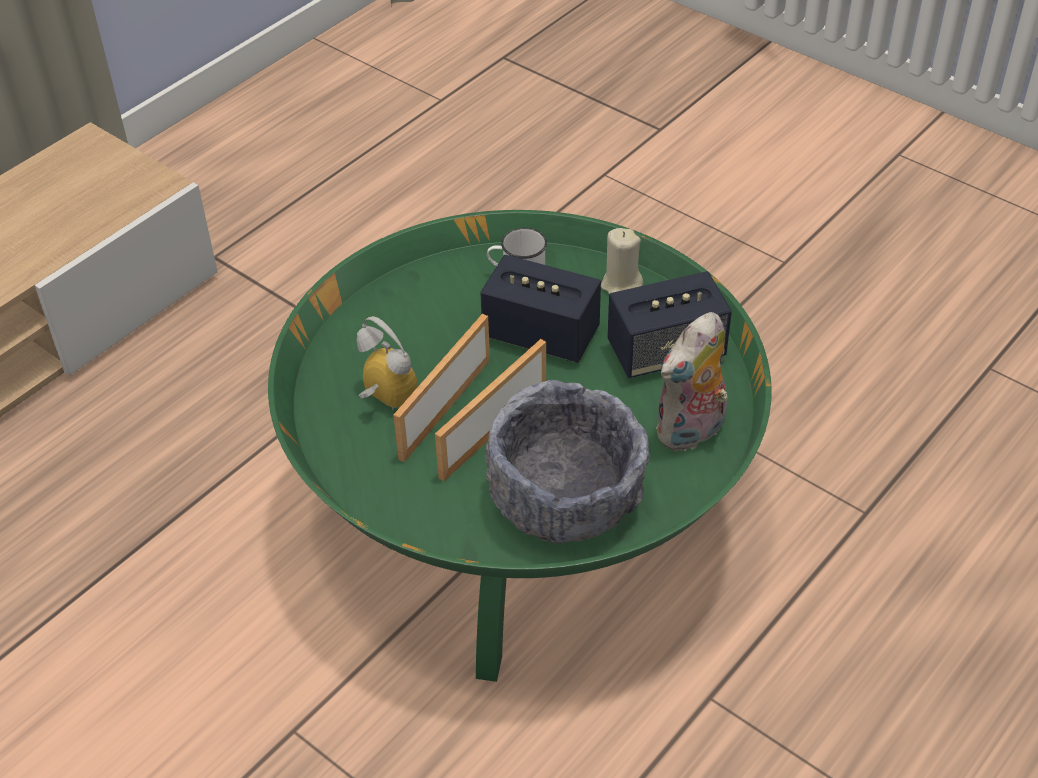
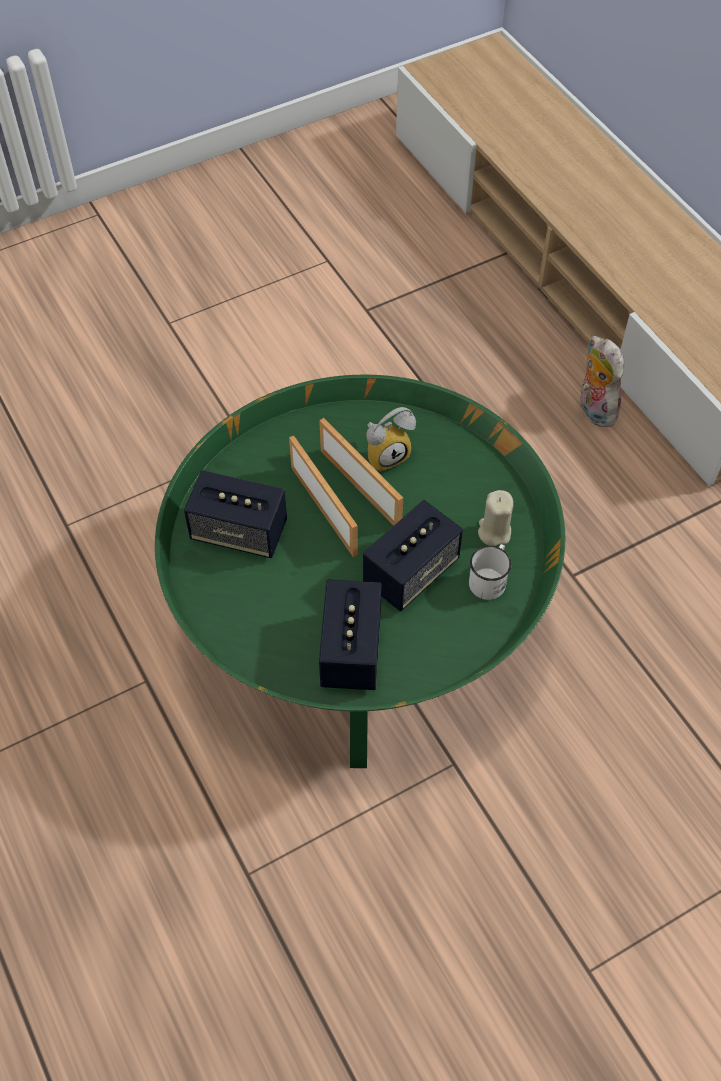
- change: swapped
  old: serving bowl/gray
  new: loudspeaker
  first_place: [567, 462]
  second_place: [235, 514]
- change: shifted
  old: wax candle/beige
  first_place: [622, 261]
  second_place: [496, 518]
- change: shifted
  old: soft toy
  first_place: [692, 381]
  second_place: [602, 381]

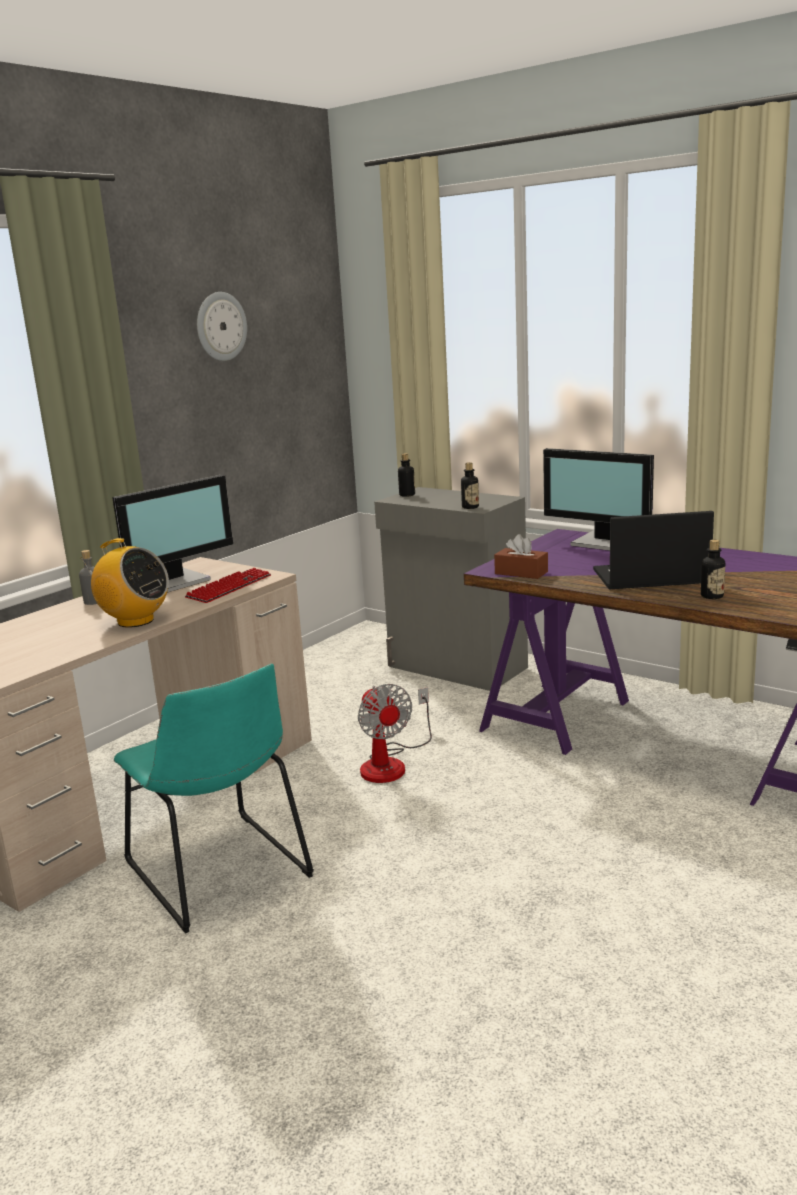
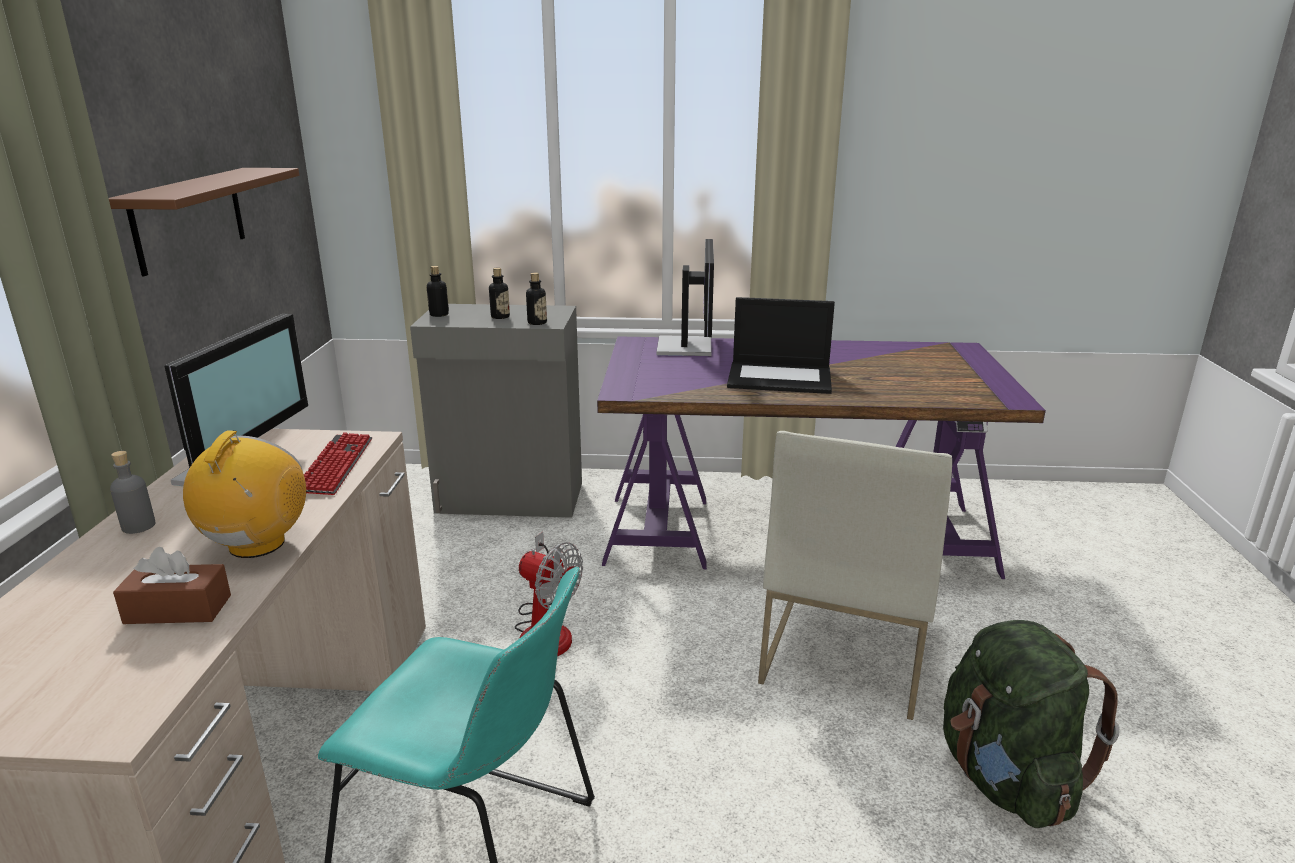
- change: new
  new: bracket shelf/brown
  second_place: [204, 222]
- change: shifted
  old: tissue holder/brown
  first_place: [521, 556]
  second_place: [172, 585]
- change: rotated
  old: radio receiver
  first_place: [125, 583]
  second_place: [244, 494]
  degrees: -75
- change: shifted
  old: bottle
  first_place: [713, 569]
  second_place: [499, 293]
- change: rotated
  old: computer screen
  first_place: [598, 499]
  second_place: [685, 297]
  degrees: -90
- change: rotated
  old: laptop
  first_place: [653, 550]
  second_place: [781, 345]
  degrees: -135
- change: new
  new: chair/whitish
  second_place: [855, 575]
- change: new
  new: rucksack/green-coloured
  second_place: [1031, 724]
- change: gone
  old: wall clock
  first_place: [222, 326]

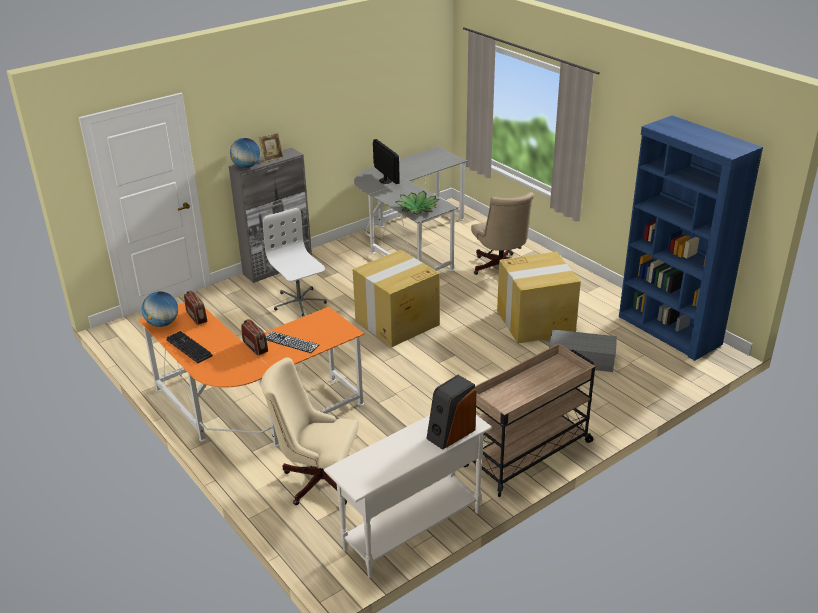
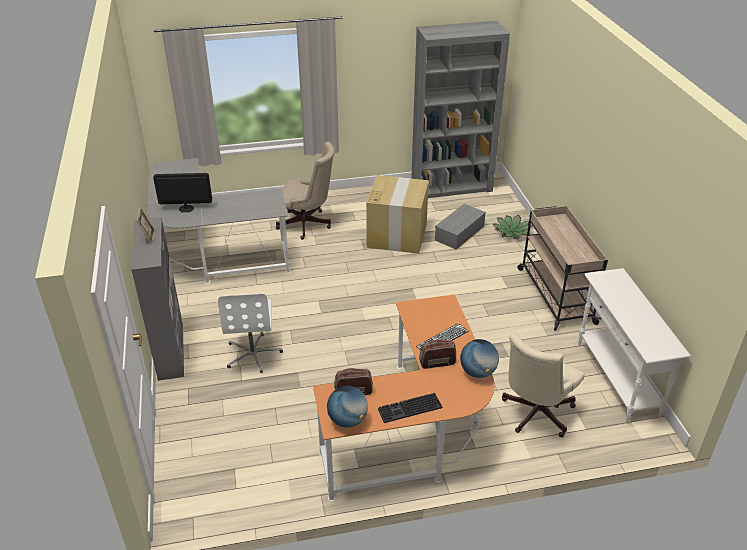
- change: rotated
  old: desk chair/whitish
  first_place: [295, 262]
  second_place: [250, 333]
  degrees: -90
- change: repainted
  old: shelving unit/blue-coloured
  new: shelving unit/gray
  first_place: [691, 238]
  second_place: [460, 109]
- change: shifted
  old: desk globe
  first_place: [245, 153]
  second_place: [479, 358]
- change: shifted
  old: potted plant
  first_place: [417, 202]
  second_place: [513, 227]
- change: gone
  old: cardboard box
  first_place: [396, 298]
- change: gone
  old: loudspeaker
  first_place: [451, 412]

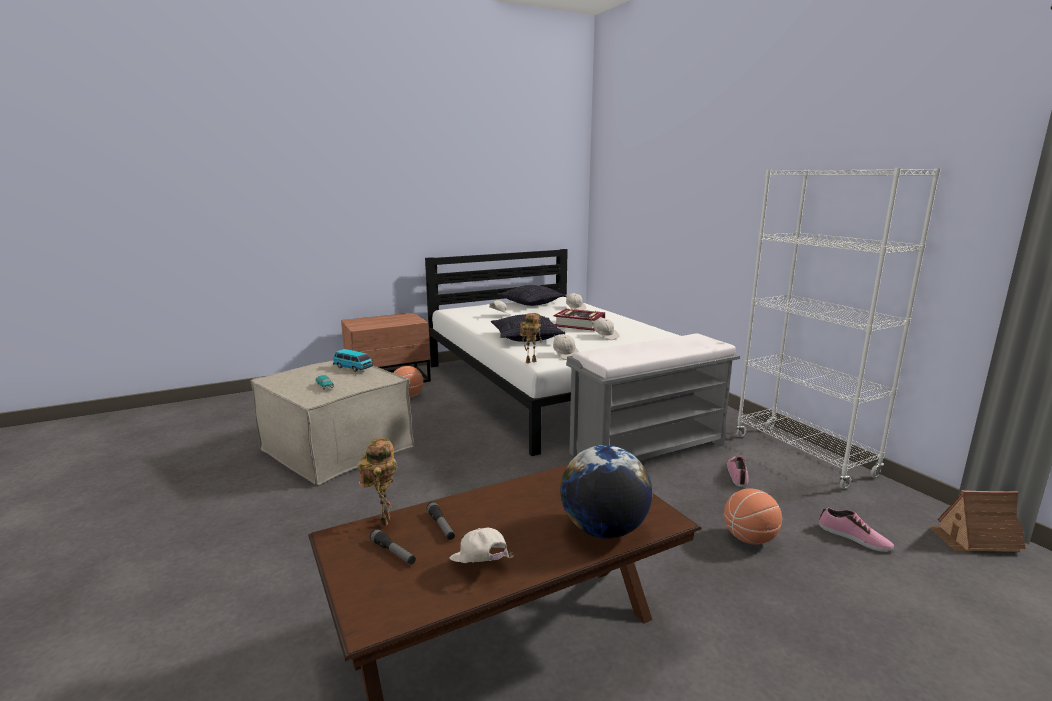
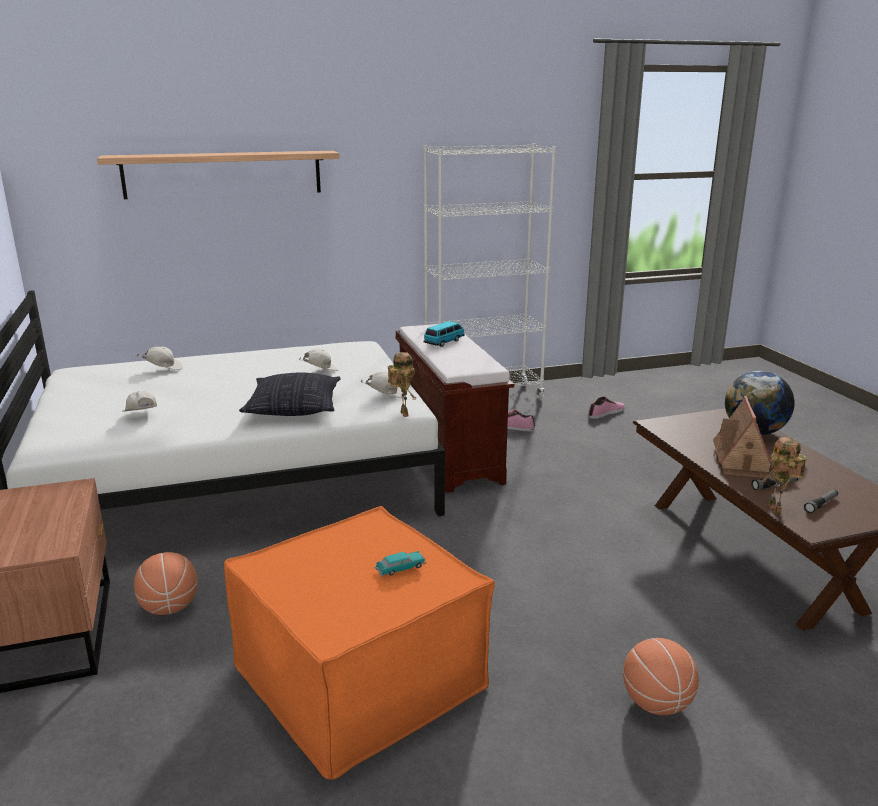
- change: new
  new: bracket shelf
  second_place: [218, 175]
- change: repainted
  old: footrest/beige
  new: footrest/orange
  first_place: [332, 422]
  second_place: [359, 642]
- change: repainted
  old: long seat/gray
  new: long seat/brown
  first_place: [653, 397]
  second_place: [455, 408]
- change: shifted
  old: model car
  first_place: [353, 360]
  second_place: [444, 334]
- change: shifted
  old: ball for basketball
  first_place: [753, 516]
  second_place: [661, 676]
- change: shifted
  old: model house
  first_place: [977, 521]
  second_place: [742, 437]
- change: rotated
  old: toy robot
  first_place: [377, 482]
  second_place: [784, 475]
  degrees: -105
- change: gone
  old: baseball cap/whitish
  first_place: [481, 545]
- change: gone
  old: cushion
  first_place: [531, 295]
- change: gone
  old: book
  first_place: [579, 320]

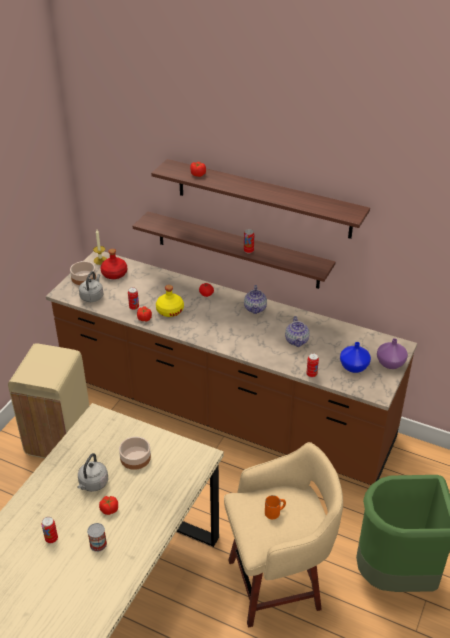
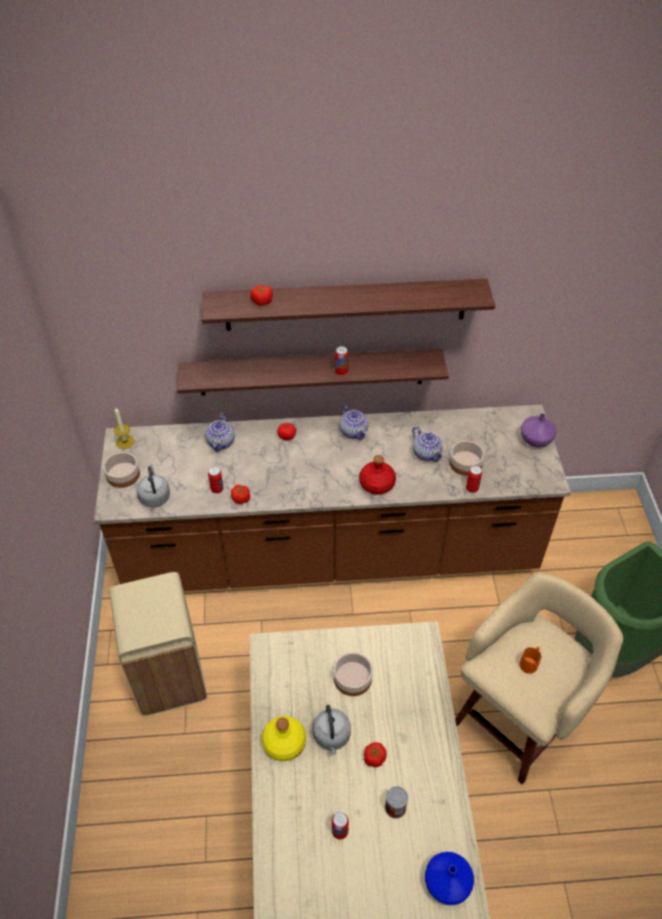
- change: new
  new: tea pot
  second_place: [220, 432]
- change: shifted
  old: bottle/yellow-coloured
  first_place: [170, 301]
  second_place: [284, 738]
- change: shifted
  old: bottle/red
  first_place: [114, 264]
  second_place: [377, 475]
- change: shifted
  old: flower vase/blue-coloured
  first_place: [355, 357]
  second_place: [449, 878]
- change: new
  new: serving bowl
  second_place: [466, 458]

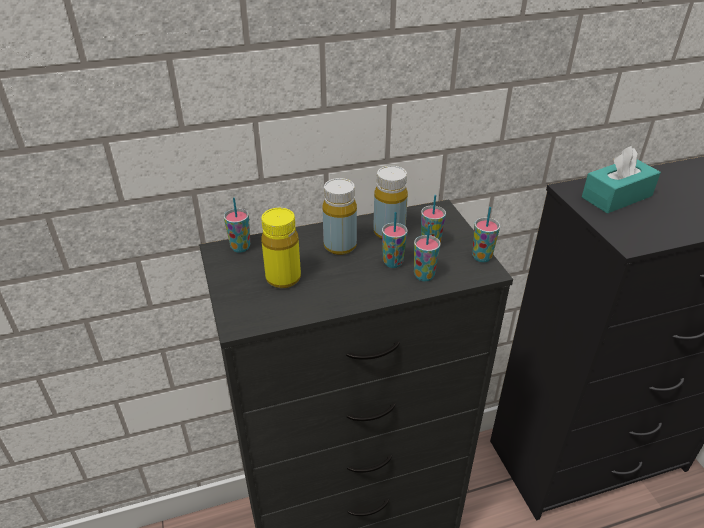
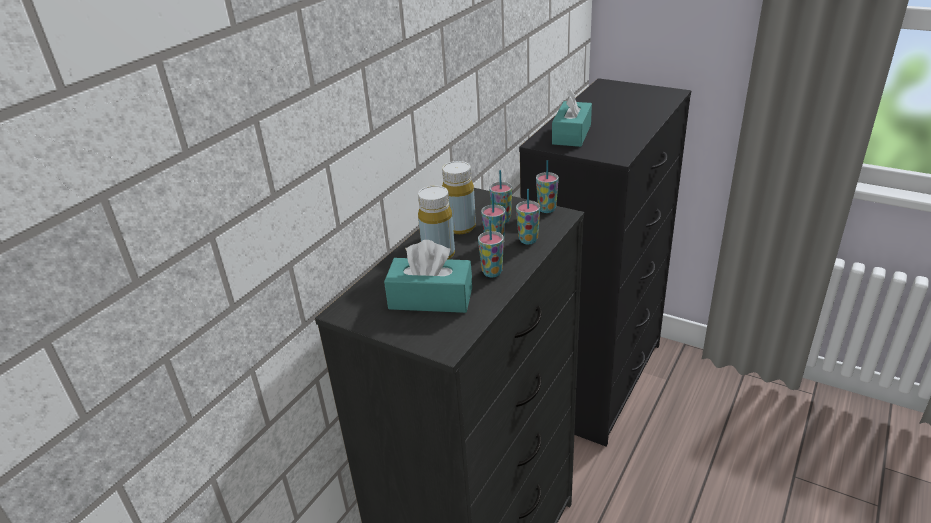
- change: swapped
  old: bottle/yellow-coloured
  new: tissue holder/blue-green
  first_place: [281, 248]
  second_place: [428, 276]
- change: shifted
  old: cup
  first_place: [237, 225]
  second_place: [491, 248]

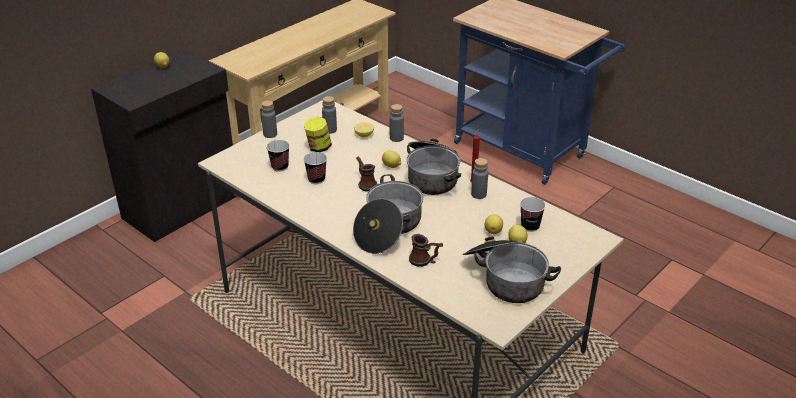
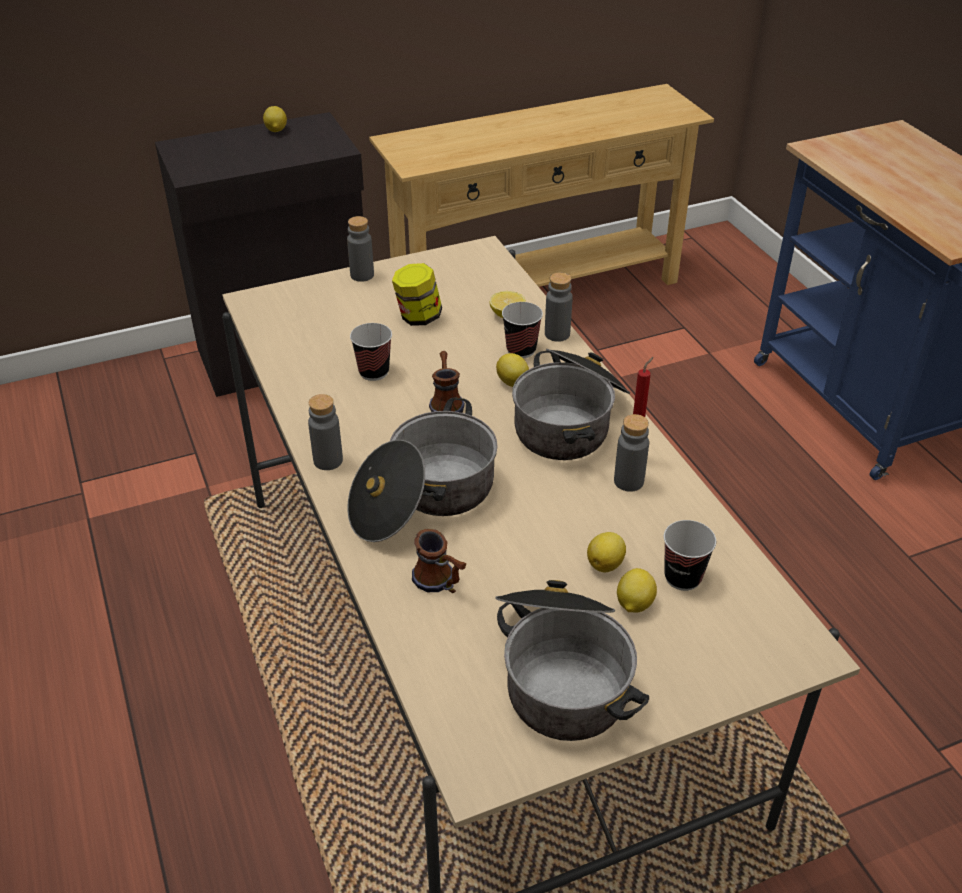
- change: shifted
  old: bottle/gray
  first_place: [329, 115]
  second_place: [325, 432]
- change: shifted
  old: cup
  first_place: [278, 156]
  second_place: [522, 330]

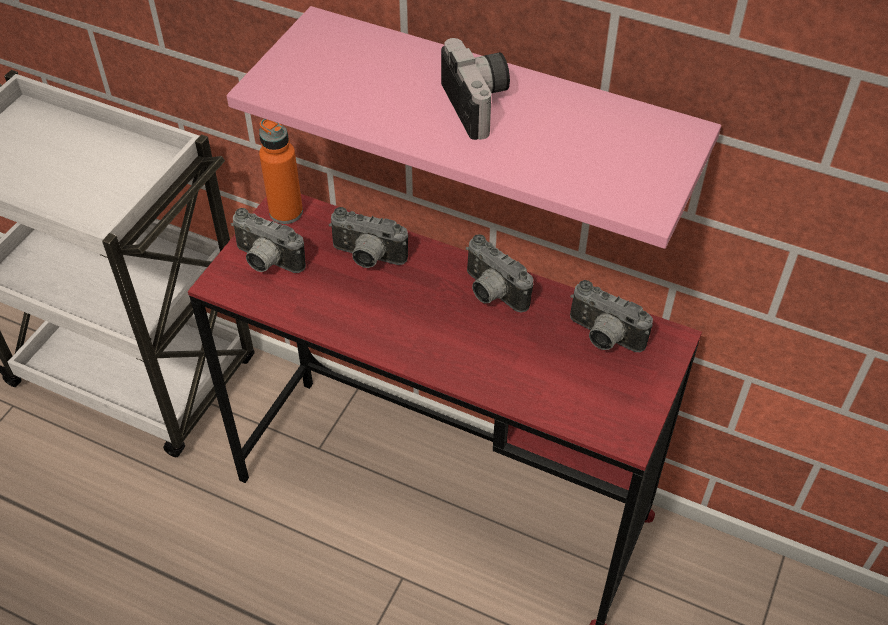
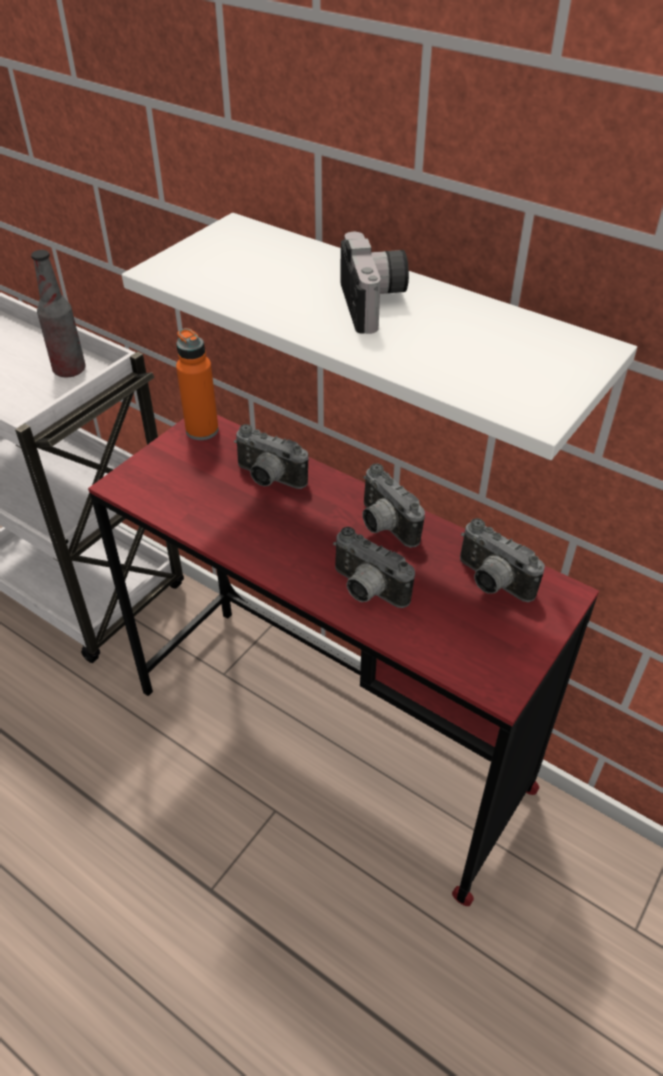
- change: new
  new: bottle
  second_place: [58, 313]
- change: repainted
  old: bracket shelf/pink-coloured
  new: bracket shelf/whitish
  first_place: [474, 127]
  second_place: [379, 336]
- change: shifted
  old: photo camera
  first_place: [268, 240]
  second_place: [374, 567]

